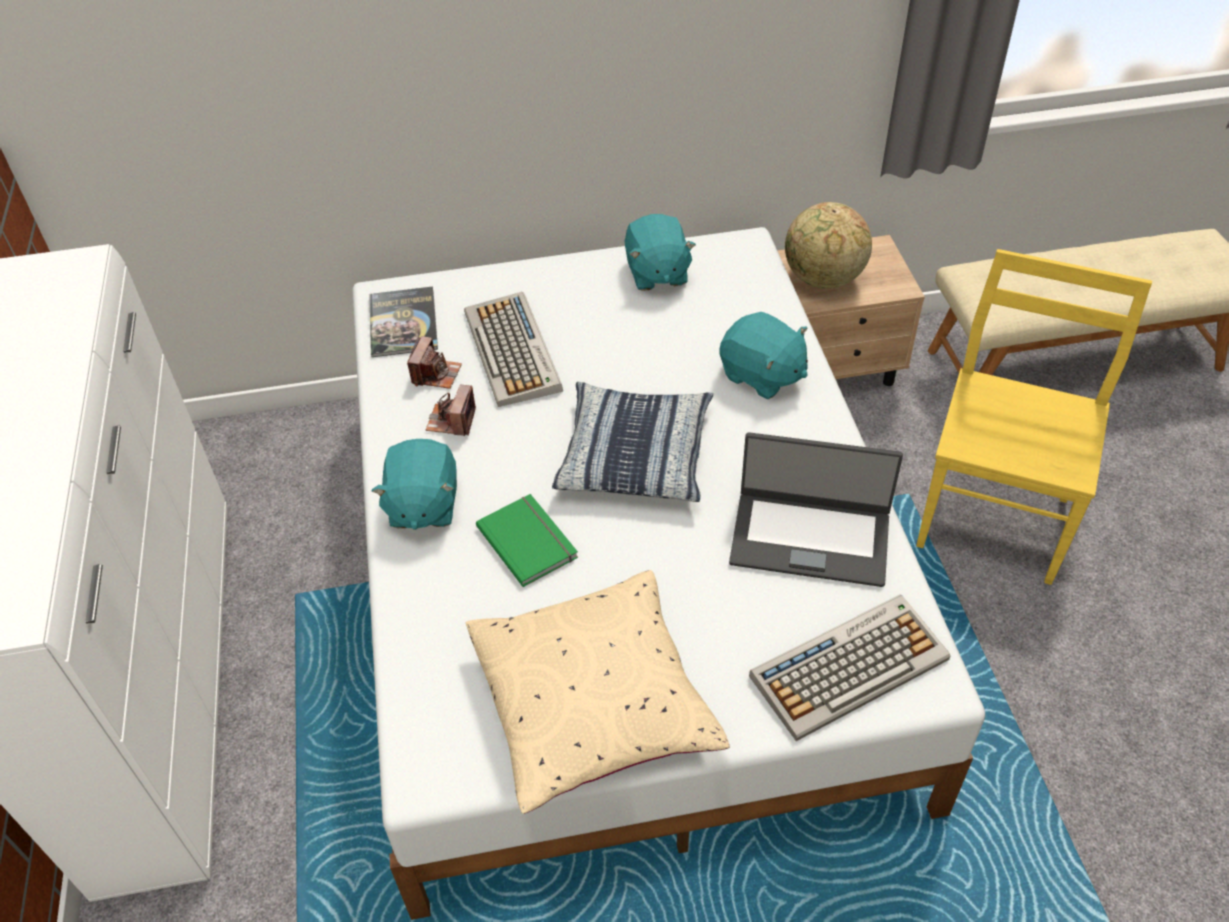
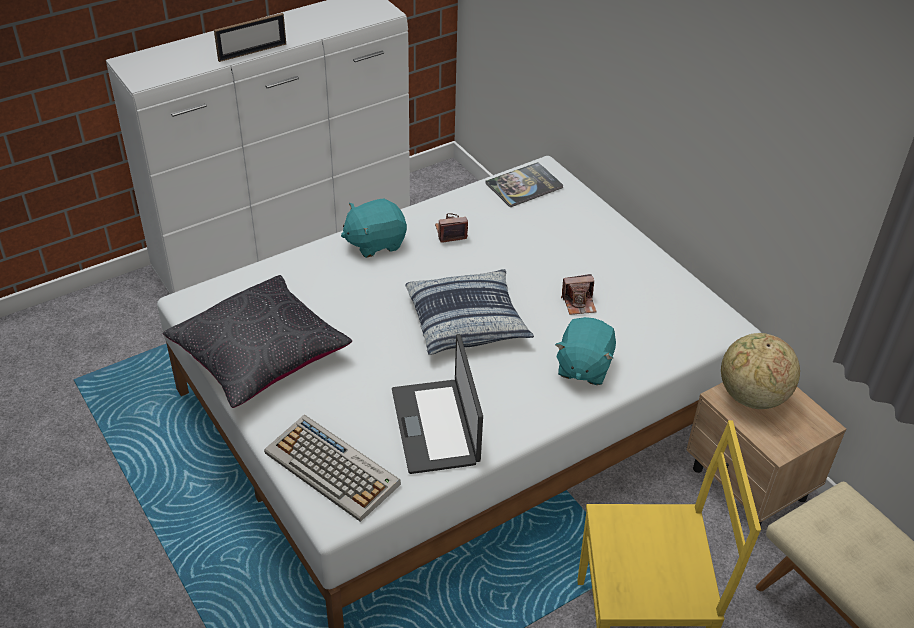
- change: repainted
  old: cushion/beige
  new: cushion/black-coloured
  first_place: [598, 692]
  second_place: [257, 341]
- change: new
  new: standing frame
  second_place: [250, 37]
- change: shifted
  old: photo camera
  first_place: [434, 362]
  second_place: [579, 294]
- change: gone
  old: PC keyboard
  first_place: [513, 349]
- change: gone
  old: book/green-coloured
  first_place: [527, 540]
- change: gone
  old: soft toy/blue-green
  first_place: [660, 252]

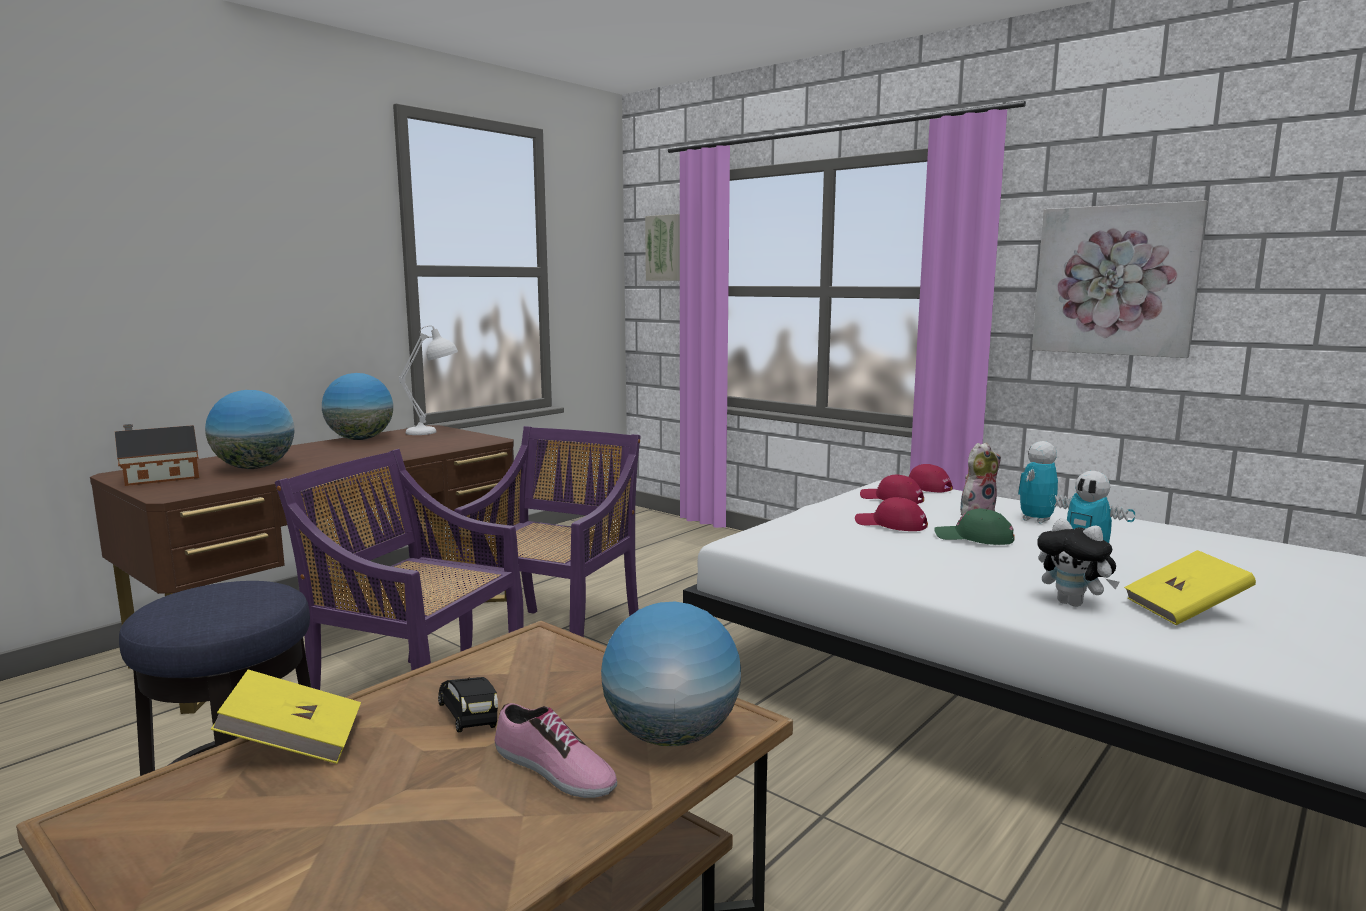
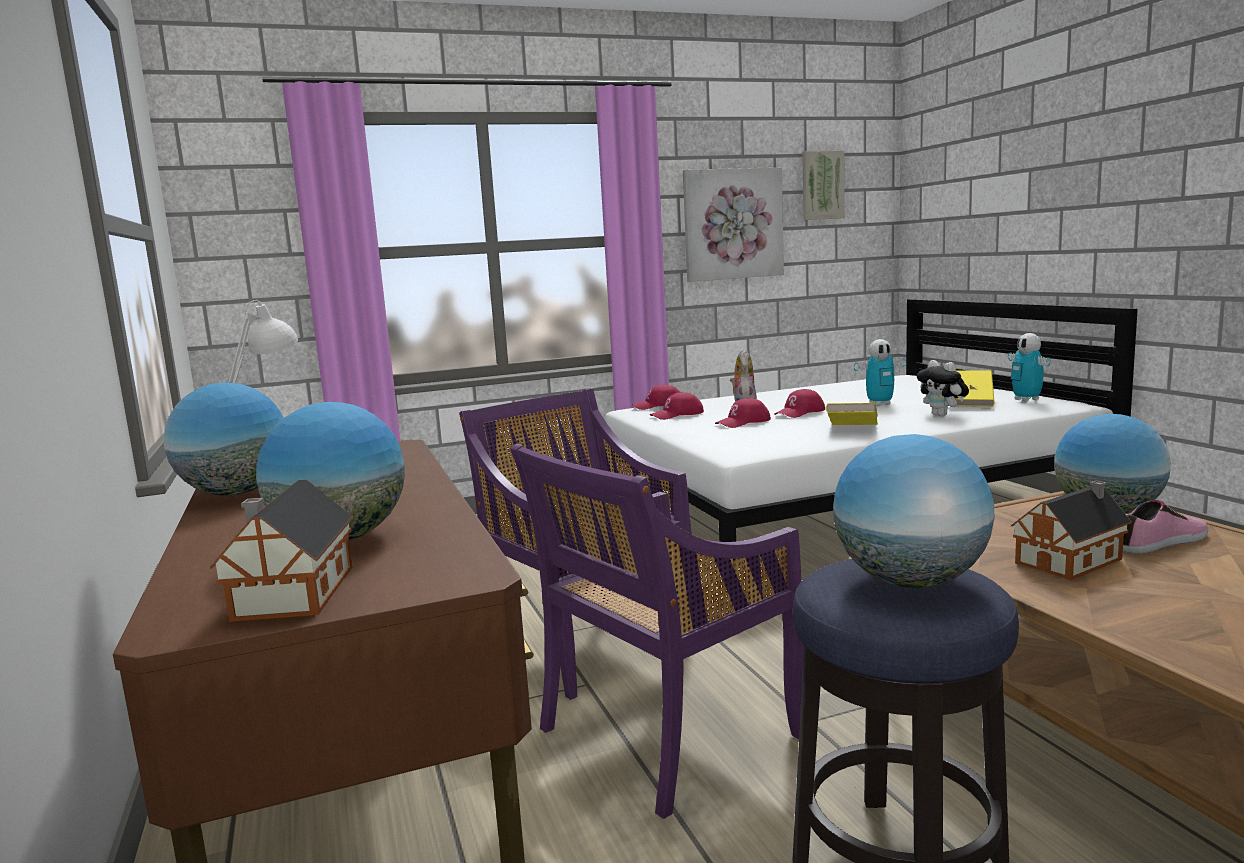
- change: repainted
  old: baseball cap/green-coloured
  new: baseball cap/red
  first_place: [974, 527]
  second_place: [799, 403]
- change: shifted
  old: picture
  first_place: [662, 247]
  second_place: [823, 185]
- change: shifted
  old: book/yellow-coloured
  first_place: [286, 716]
  second_place: [852, 414]
- change: new
  new: desk globe
  second_place: [913, 511]
- change: rotated
  old: soft toy
  first_place: [1078, 562]
  second_place: [943, 388]
  degrees: 75
- change: shifted
  old: toy robot
  first_place: [1038, 482]
  second_place: [1029, 367]
- change: swapped
  old: model car/black-coloured
  new: model house
  first_place: [468, 704]
  second_place: [1071, 530]

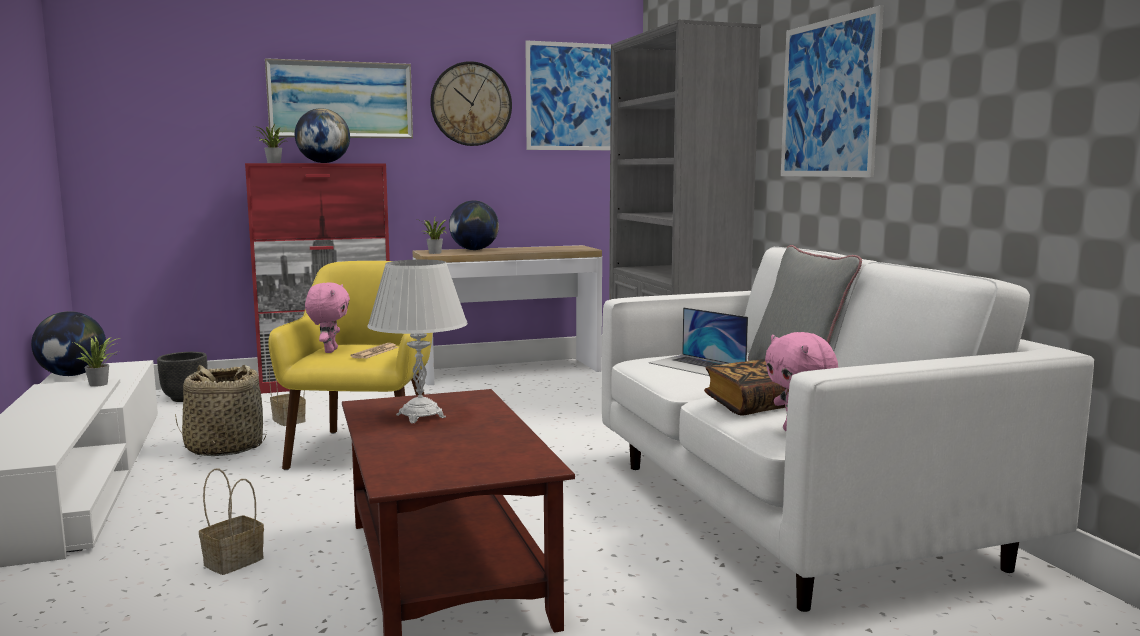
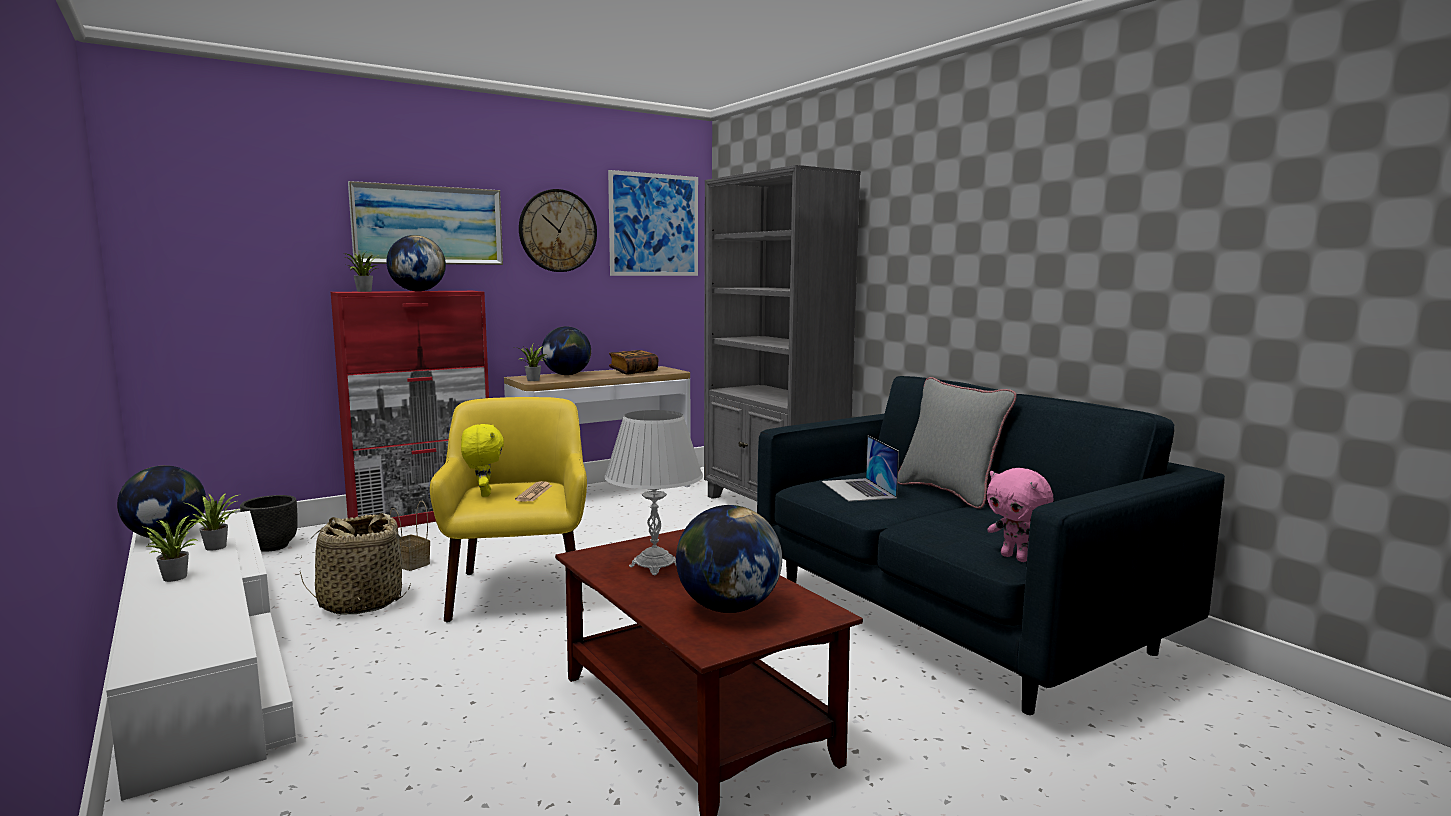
- change: new
  new: potted plant
  second_place: [174, 549]
- change: repainted
  old: soft toy/pink-coloured
  new: soft toy/yellow-coloured
  first_place: [327, 317]
  second_place: [482, 460]
- change: shifted
  old: book
  first_place: [745, 387]
  second_place: [634, 362]
- change: new
  new: desk globe
  second_place: [729, 559]
- change: repainted
  old: settee/whitish
  new: settee/blue-coloured
  first_place: [848, 429]
  second_place: [991, 545]
- change: rotated
  old: laptop
  first_place: [698, 341]
  second_place: [860, 469]
  degrees: 45
- change: gone
  old: household basket
  first_place: [231, 522]
- change: gone
  old: picture
  first_place: [832, 91]

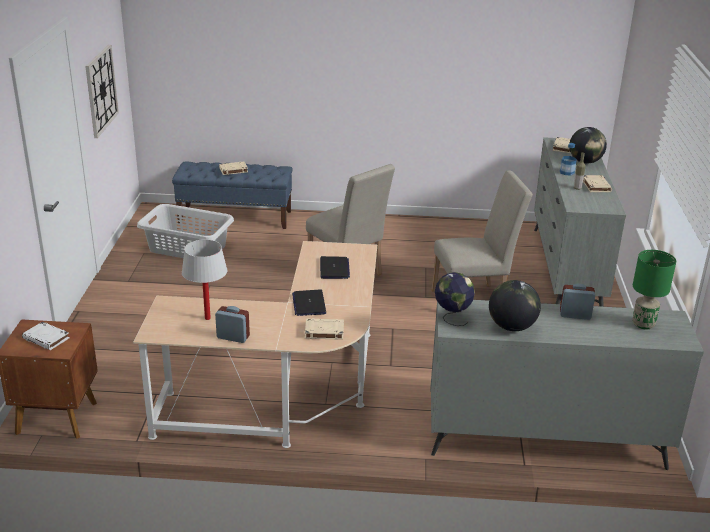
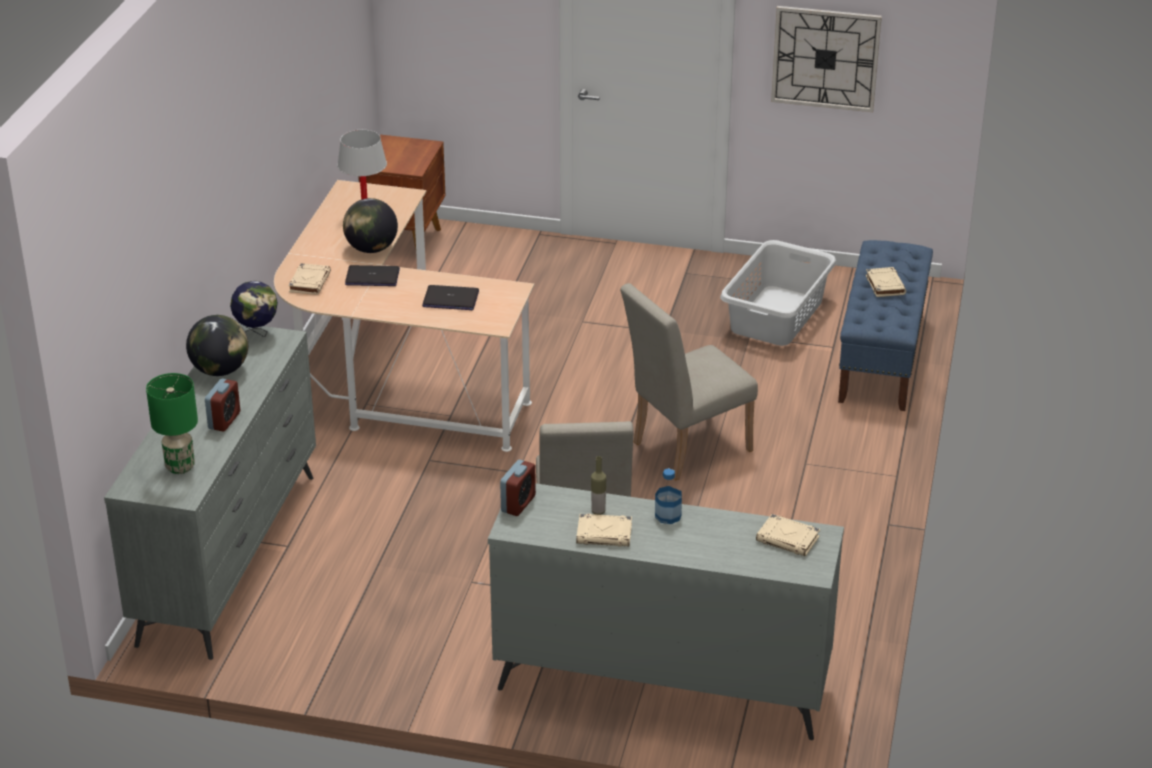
- change: shifted
  old: desk globe
  first_place: [588, 145]
  second_place: [370, 225]
- change: shifted
  old: table clock
  first_place: [232, 324]
  second_place: [518, 488]
- change: gone
  old: book/whitish
  first_place: [46, 336]

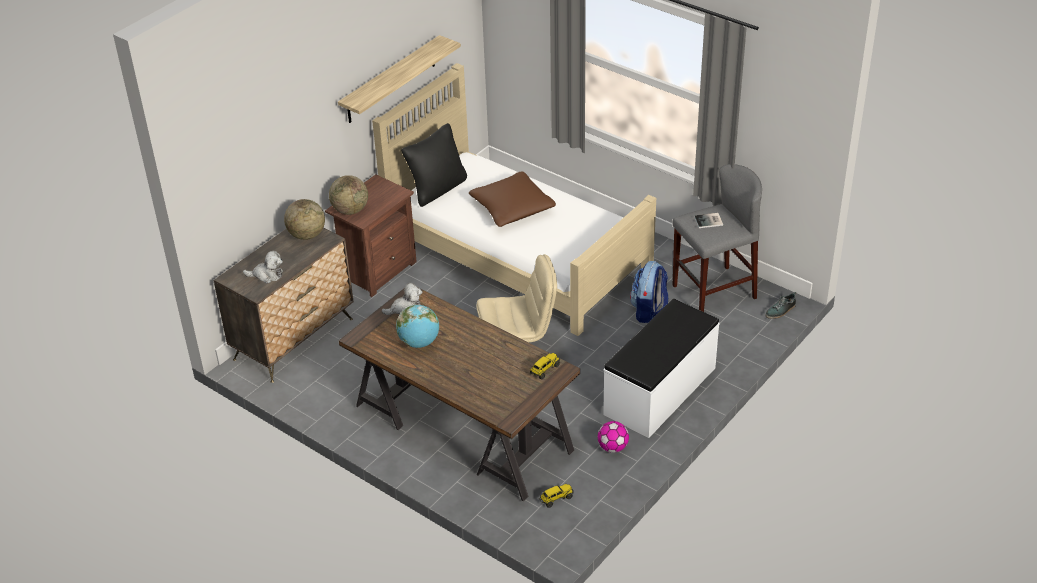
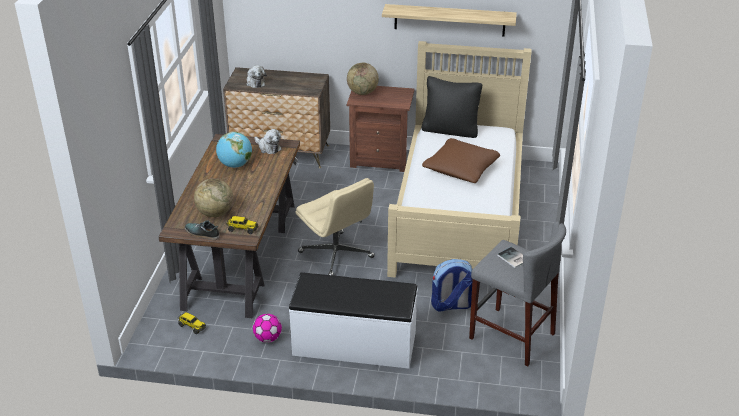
- change: shifted
  old: shoe
  first_place: [780, 305]
  second_place: [202, 230]
- change: shifted
  old: desk globe
  first_place: [304, 219]
  second_place: [213, 197]

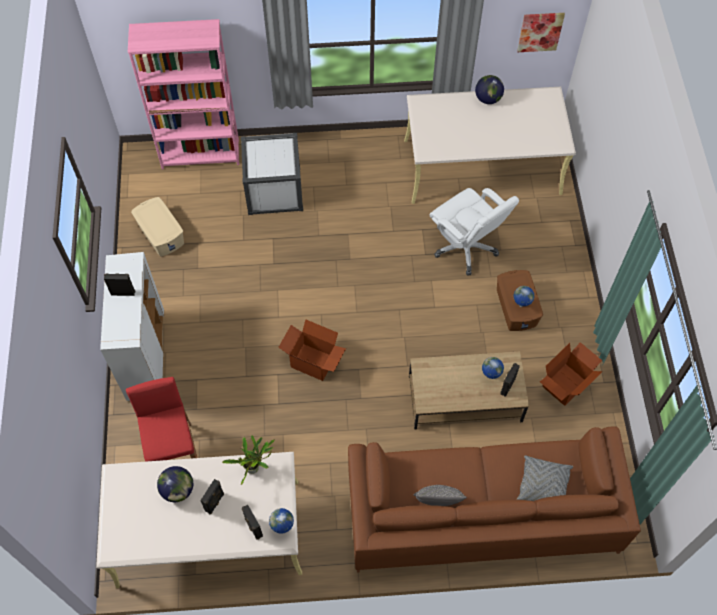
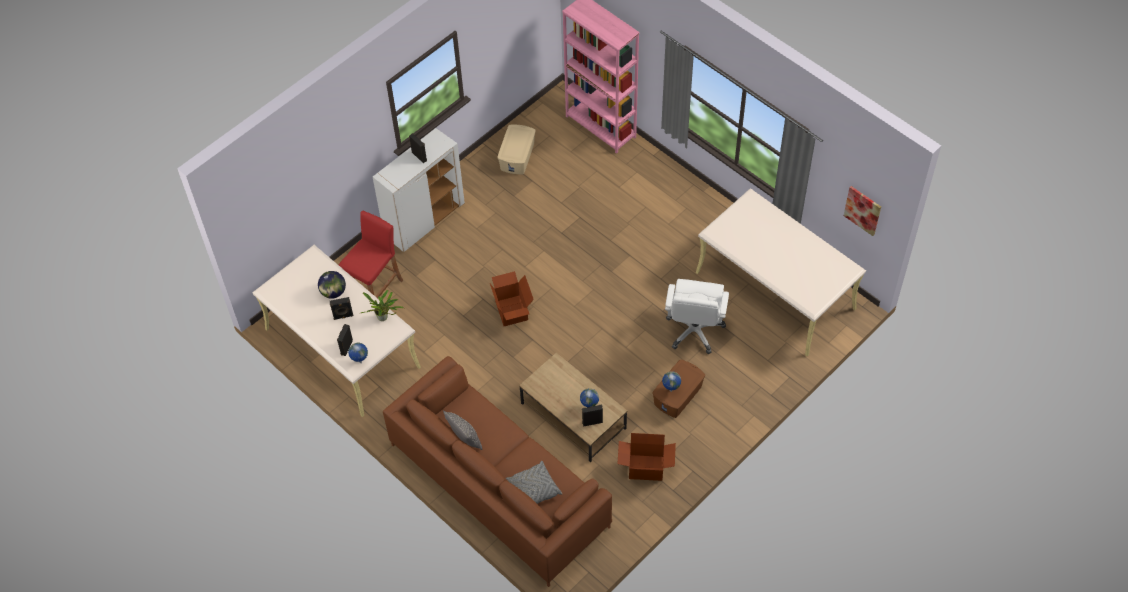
- change: gone
  old: storage container/whitish
  first_place: [272, 174]
- change: gone
  old: desk globe
  first_place: [489, 89]

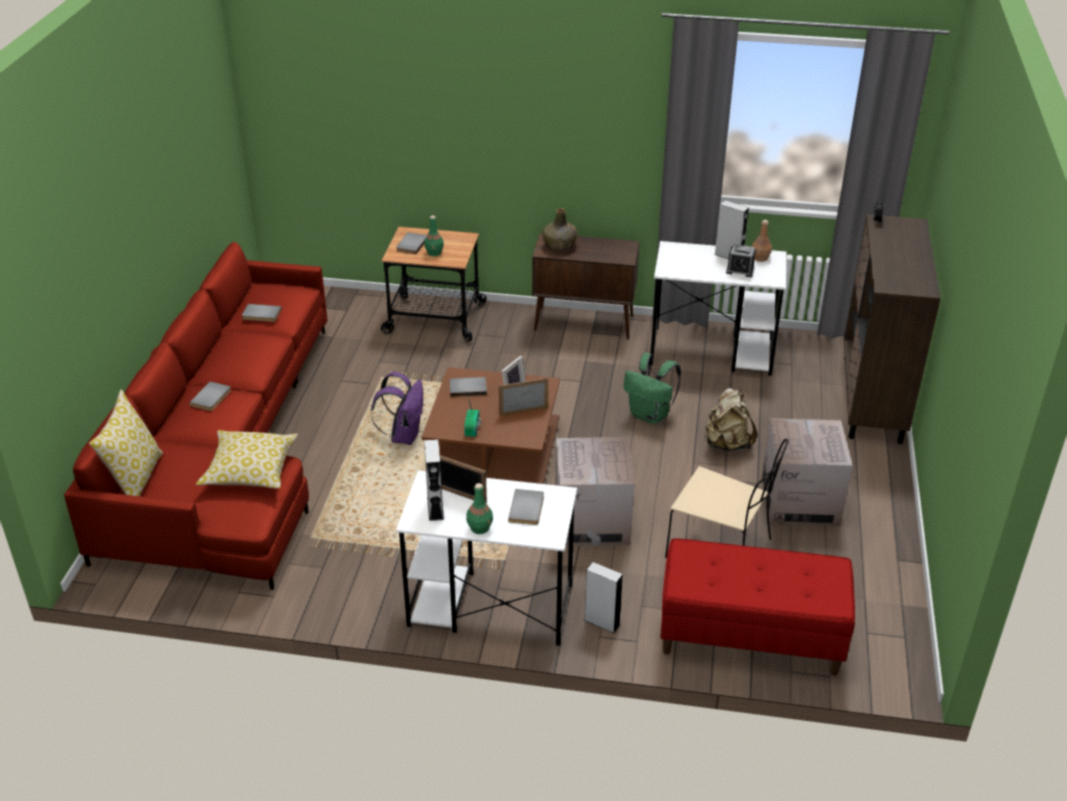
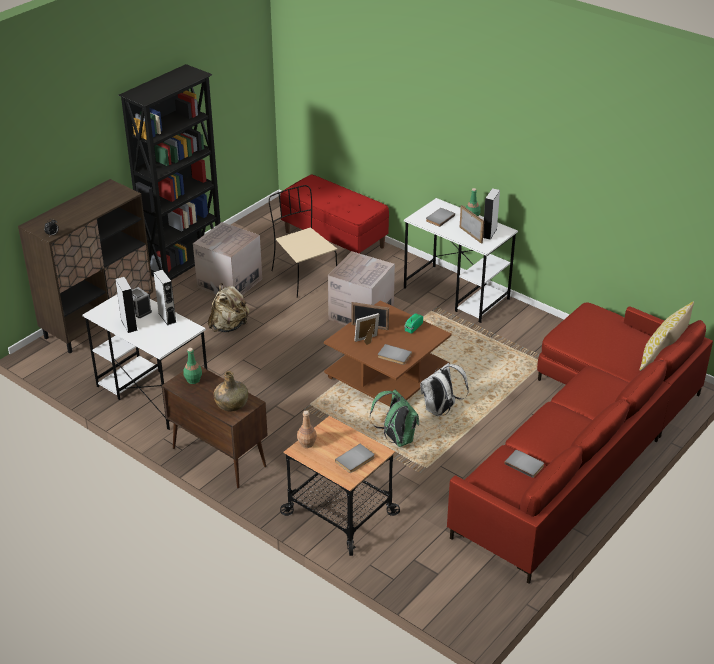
- change: new
  new: shelving unit/black-coloured
  second_place: [169, 172]
- change: shifted
  old: loudspeaker/gray
  first_place: [603, 597]
  second_place: [165, 297]
- change: shifted
  old: bottle/green-coloured
  first_place: [434, 235]
  second_place: [192, 366]
- change: shifted
  old: bottle/brown
  first_place: [762, 241]
  second_place: [307, 429]
- change: shifted
  old: rucksack/green-coloured
  first_place: [652, 388]
  second_place: [394, 418]
- change: repainted
  old: rucksack/purple
  new: rucksack/whitish
  first_place: [397, 408]
  second_place: [444, 389]
- change: gone
  old: book/gray
  first_place: [210, 396]
- change: gone
  old: cushion
  first_place: [247, 459]

